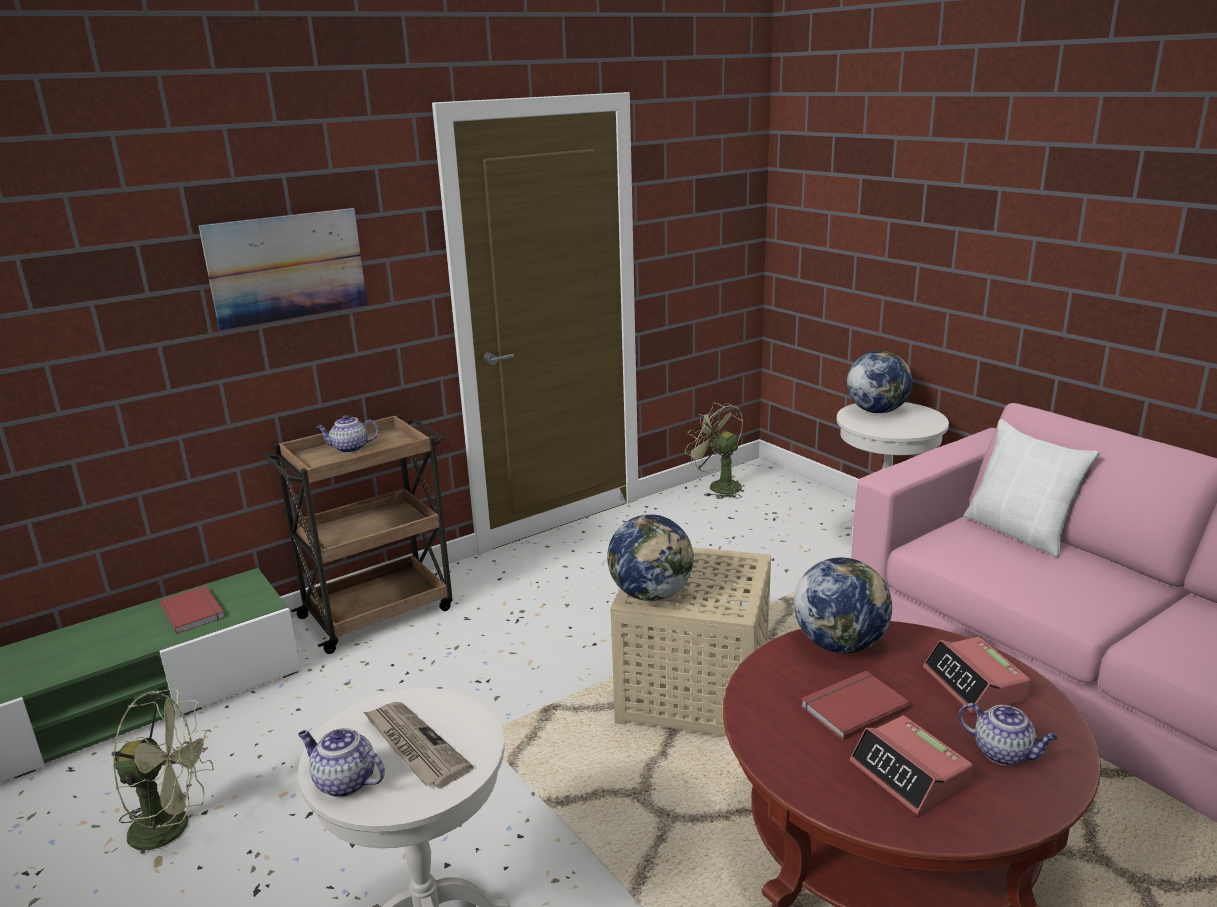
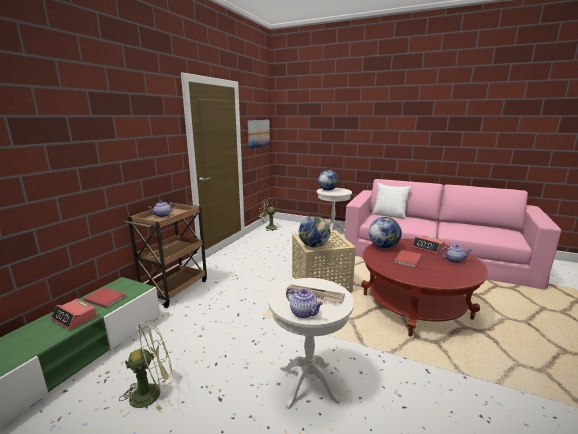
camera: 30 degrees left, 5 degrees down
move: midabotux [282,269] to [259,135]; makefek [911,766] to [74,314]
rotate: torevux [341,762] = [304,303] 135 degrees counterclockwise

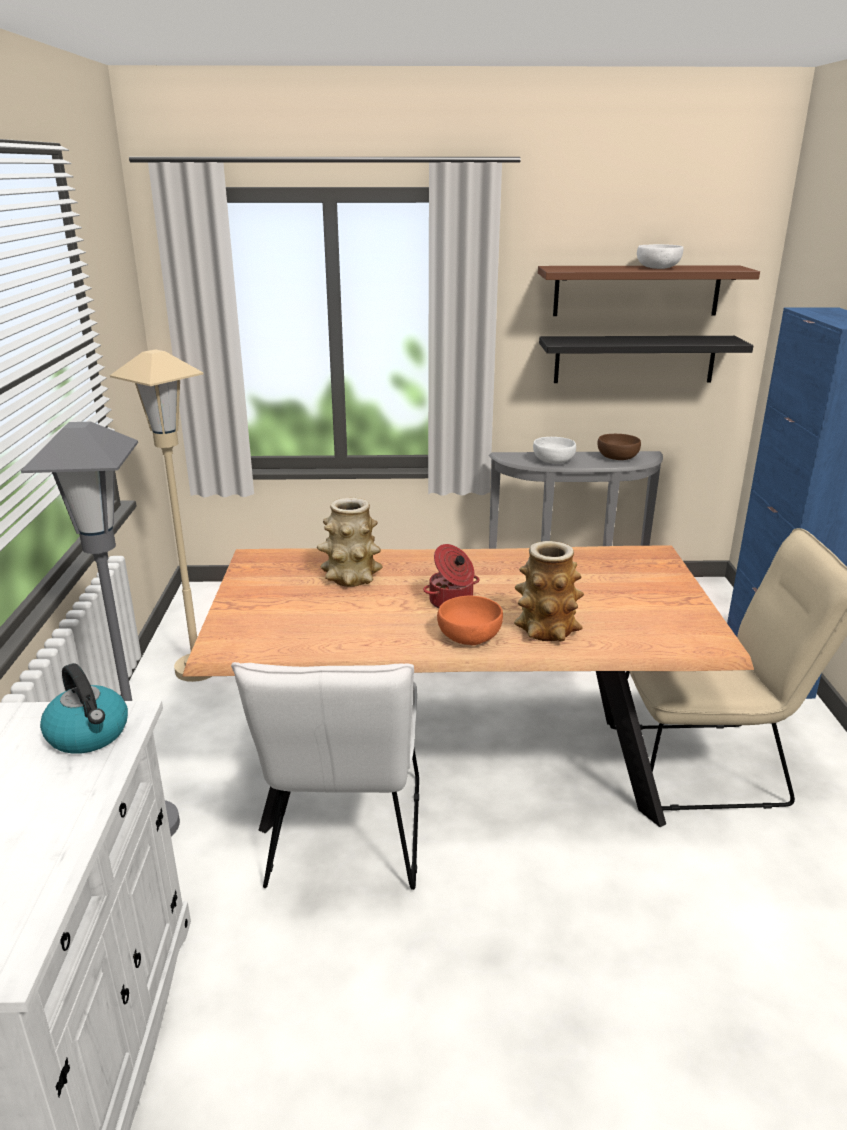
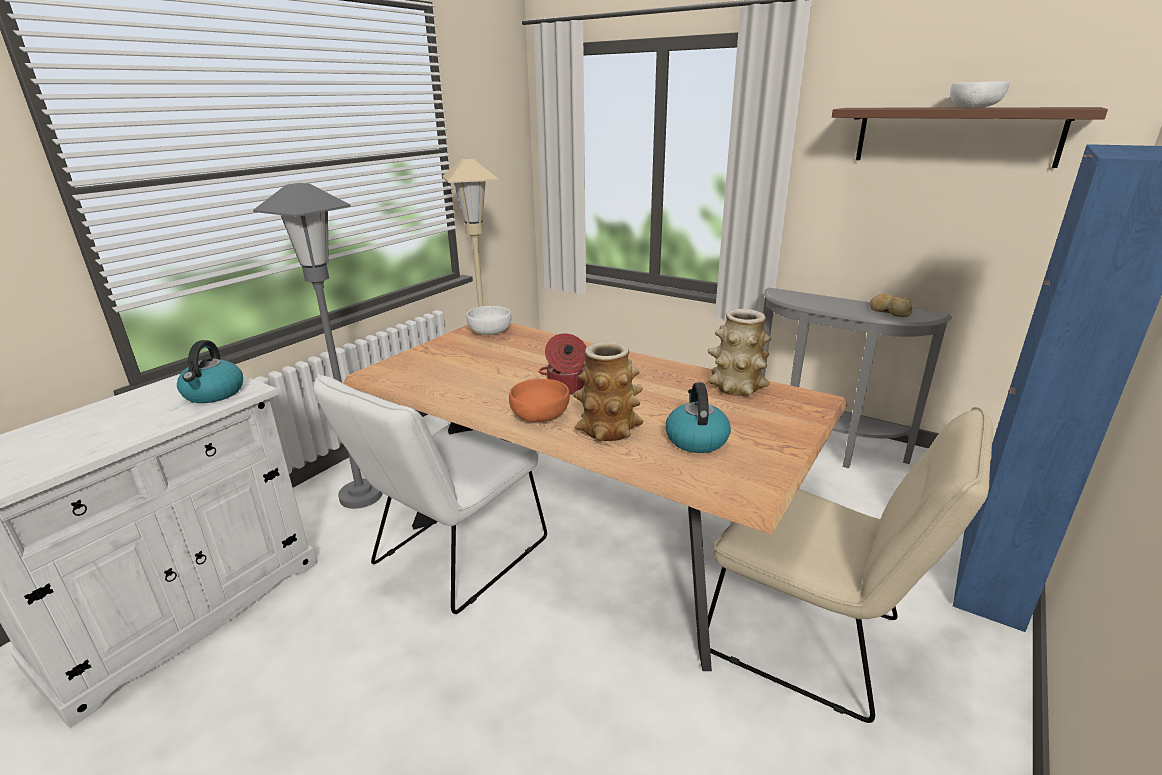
camera: 35 degrees right, 0 degrees up
delete: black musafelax [646,359]
insert: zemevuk [698,418]
move: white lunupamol [554,450] to [489,320]; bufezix [350,542] to [739,352]
replace: brown lunupamol [619,447] to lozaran [891,305]

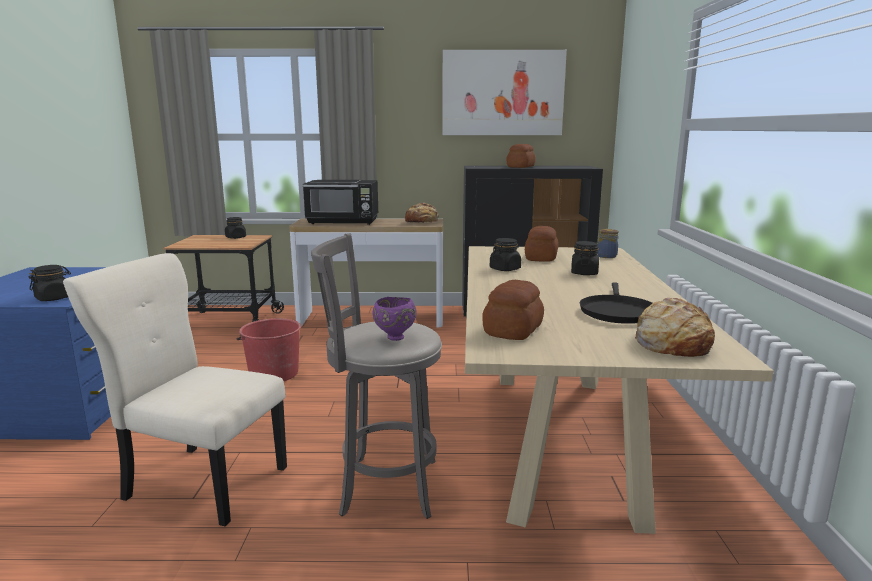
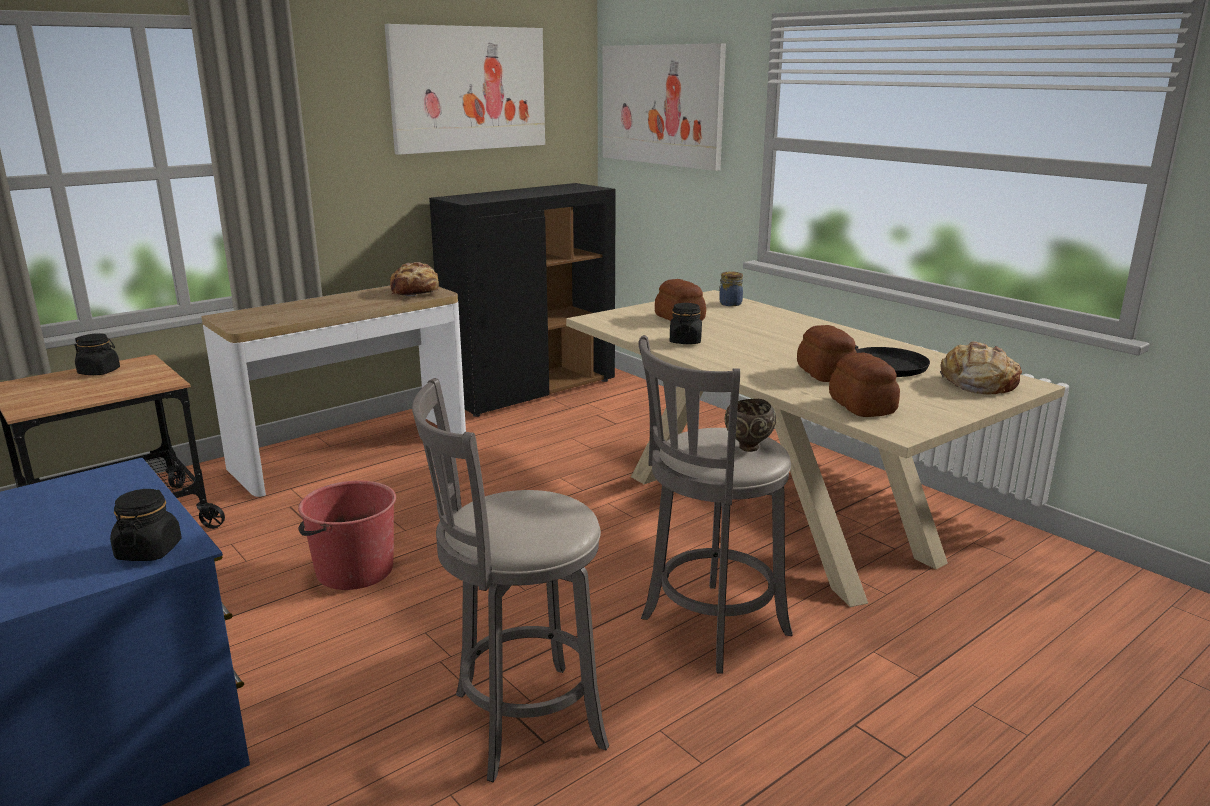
camera: 40 degrees left, 5 degrees up
delete: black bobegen [340,202]; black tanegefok [585,258]
insert: midabotux [664,107]
move: lozaran [521,156] to [827,353]
replace: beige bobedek [175,390] to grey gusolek [510,580]
recolor: purple lunupamol [394,319] to brown lunupamol [750,425]

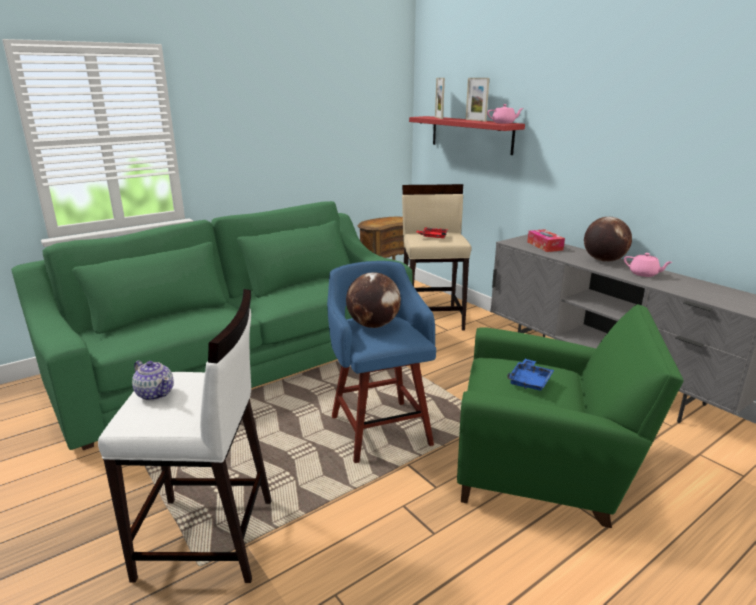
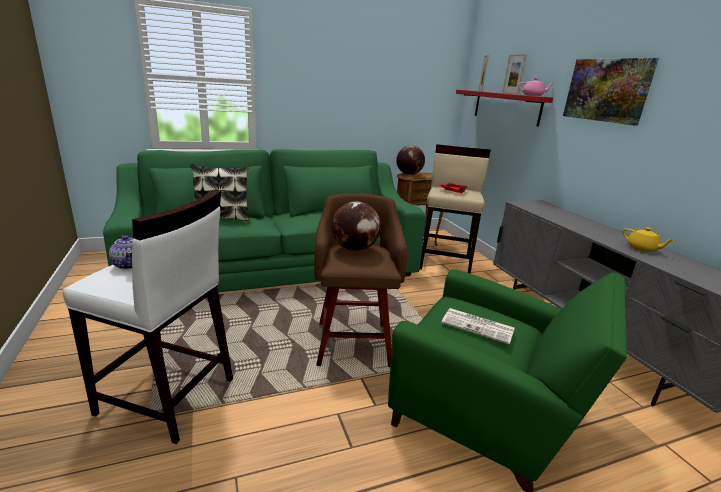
camera: 15 degrees right, 0 degrees up
delete: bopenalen [546,240]
insert: midabotux [611,92]; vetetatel [220,192]
move: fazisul [608,239] to [410,160]
replace: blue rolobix [530,374] to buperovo [478,326]
recolor: pink torevux [648,265] to yellow torevux [649,239]; blue gusolek [381,362] to brown gusolek [360,280]

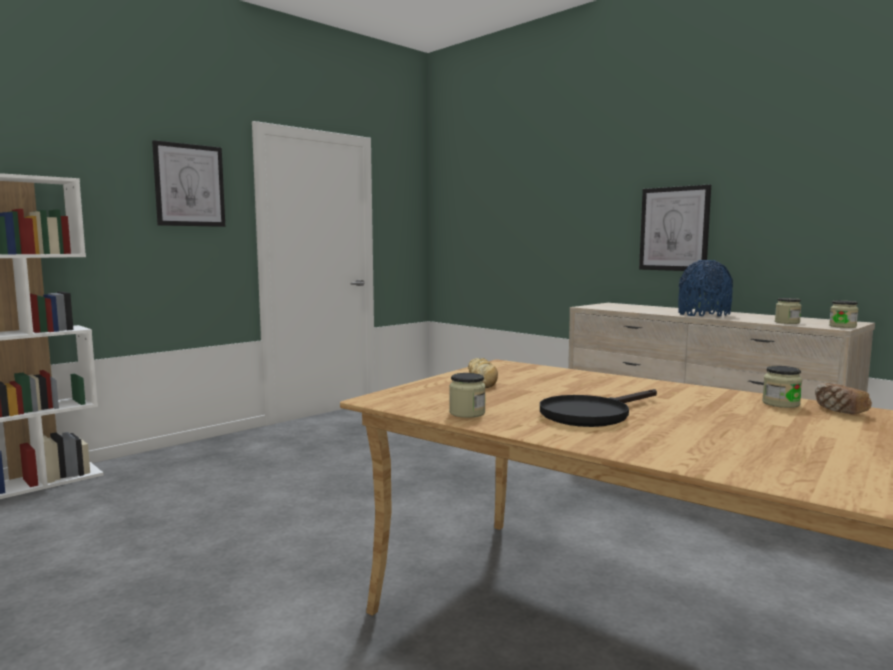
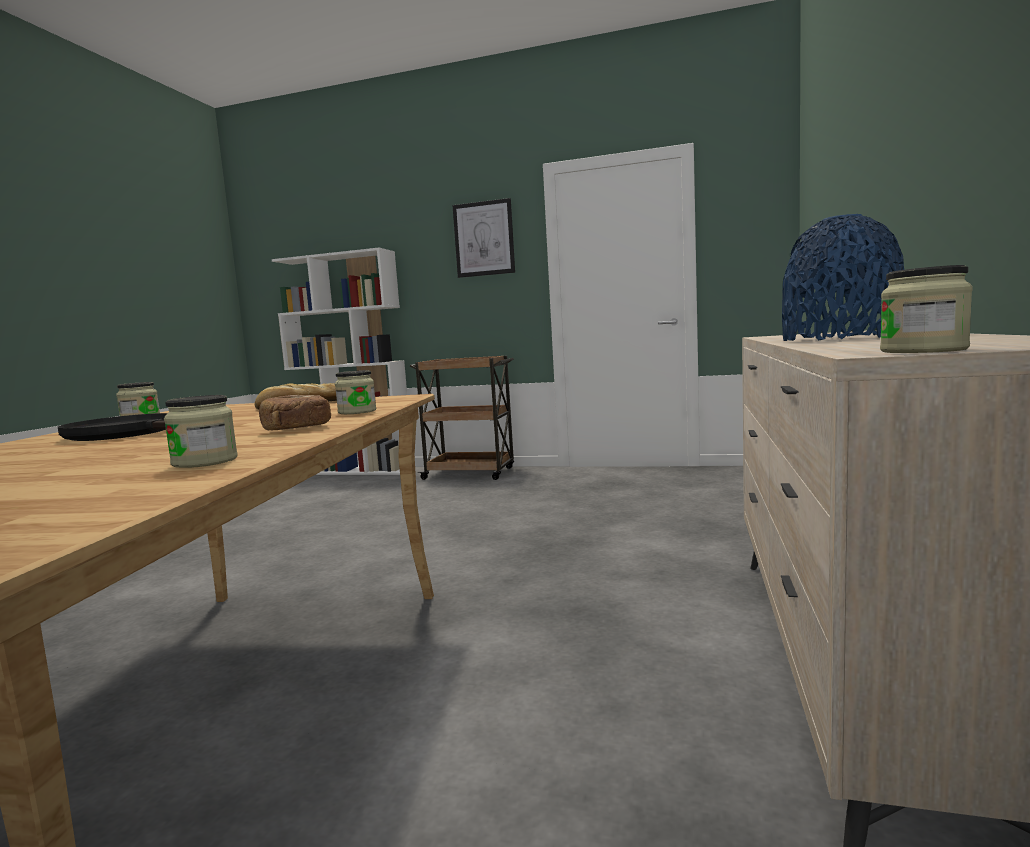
camera: 60 degrees right, 0 degrees up
delete: midabotux [675,227]
insert: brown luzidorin [462,418]
move: tanegefok [788,311] to [355,392]; lozaran [843,399] to [295,413]

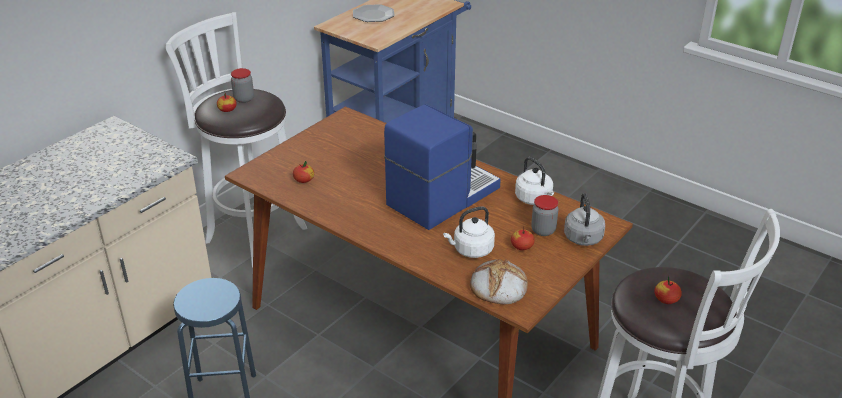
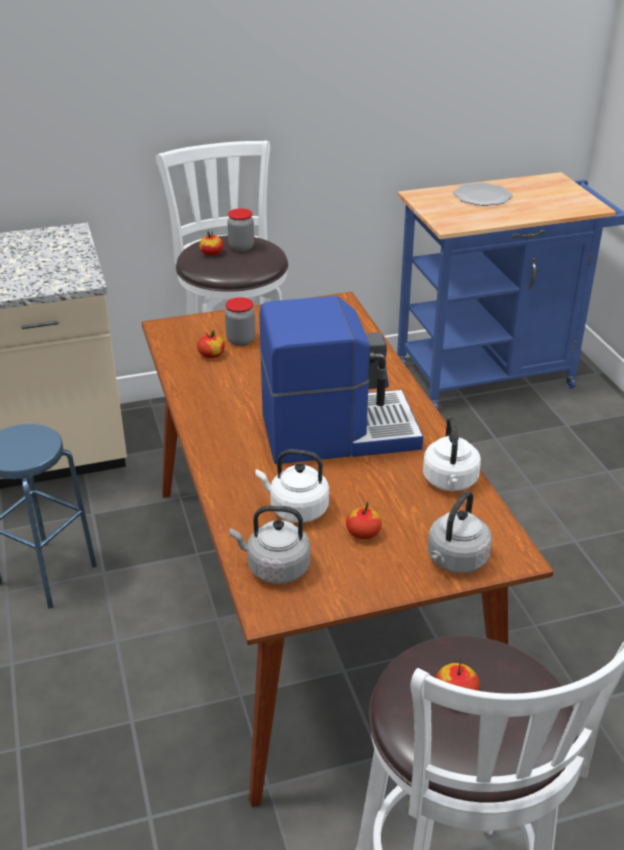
camera: 35 degrees right, 0 degrees up
move: tanegefok [545,215] to [240,321]
replace: lozaran [499,282] to grey zemevuk [270,545]

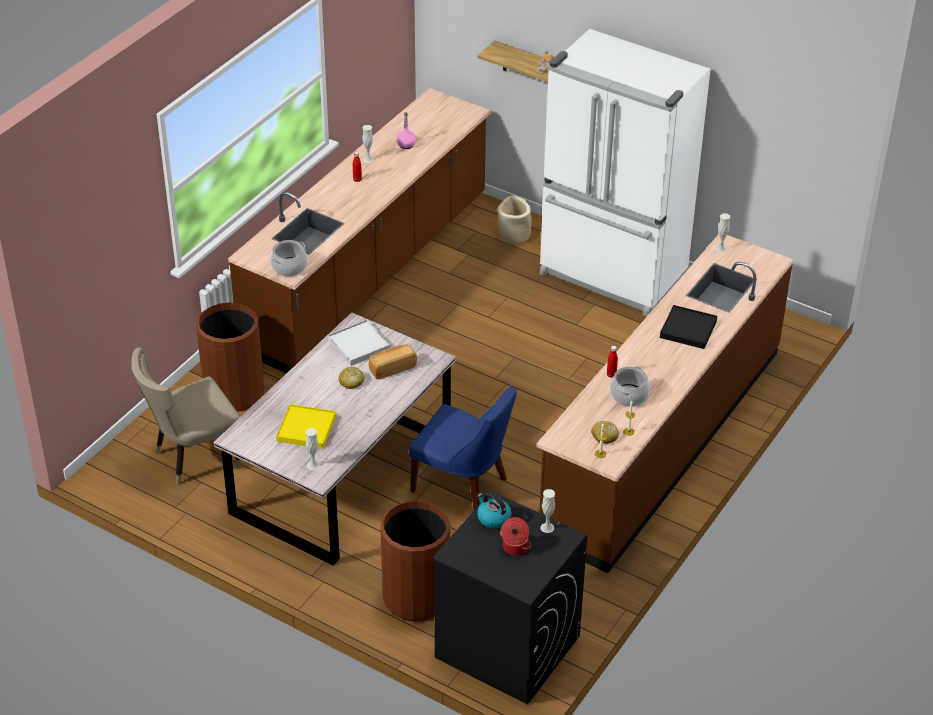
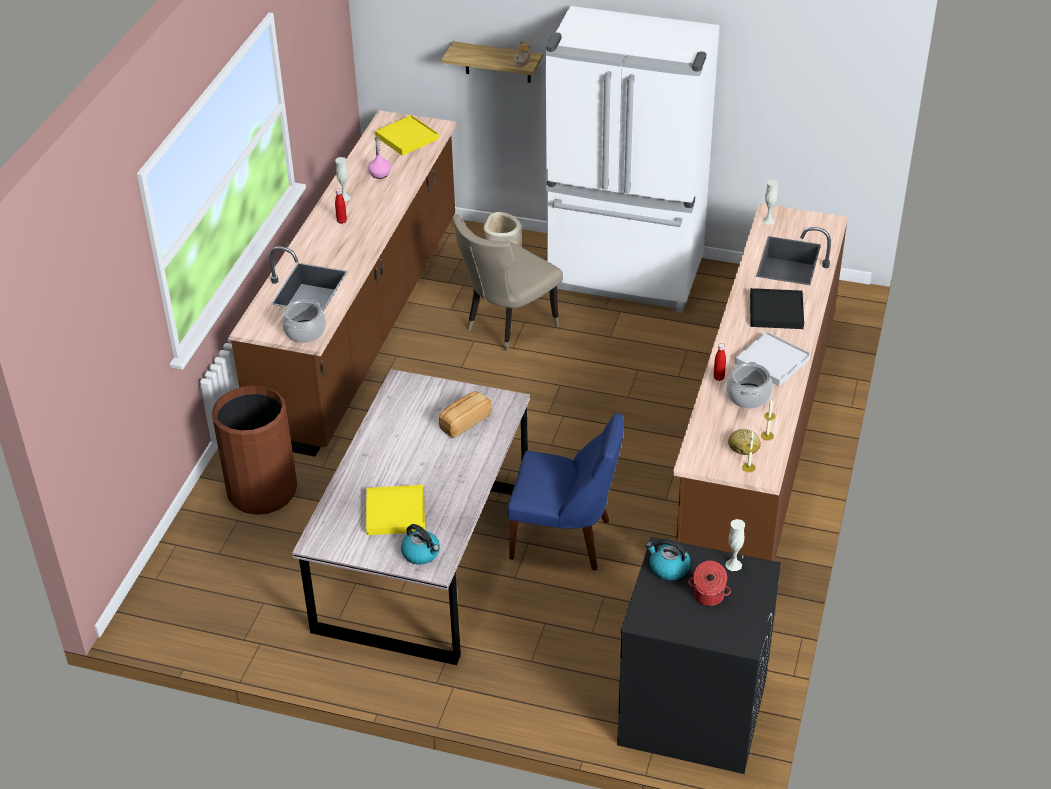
camera: 15 degrees left, 0 degrees up
delete: lozaran [351,378]; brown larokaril [415,561]
insert: yellow rolobix [407,135]
move: white rolobix [359,343] to [773,358]; beige bobedek [186,416] to [508,283]
replace: white bufezix [312,449] to zemevuk [420,544]

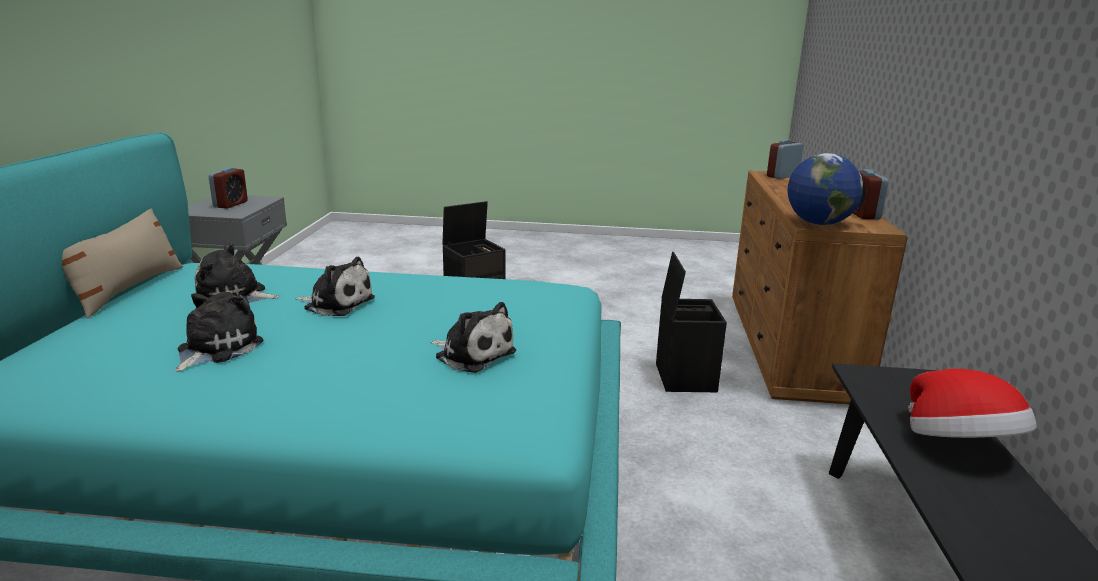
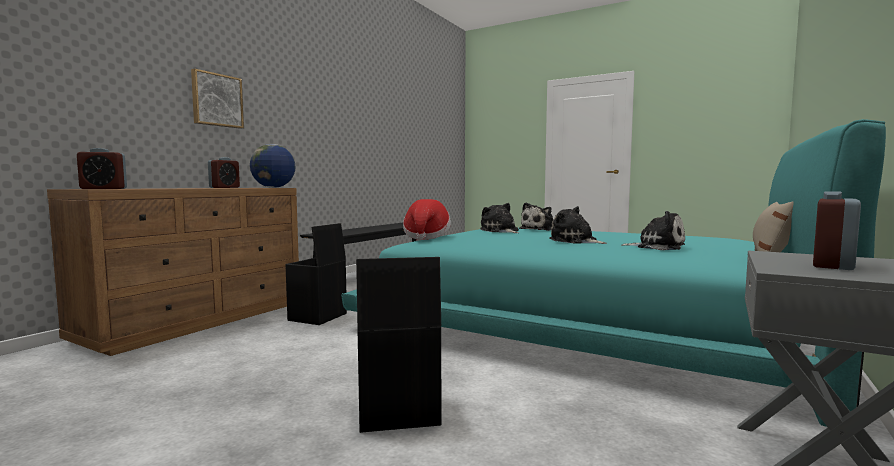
camera: 155 degrees left, 15 degrees down
insert: midabotux [217,99]
move: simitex [219,332] to [536,217]; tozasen [972,403] to [427,219]

